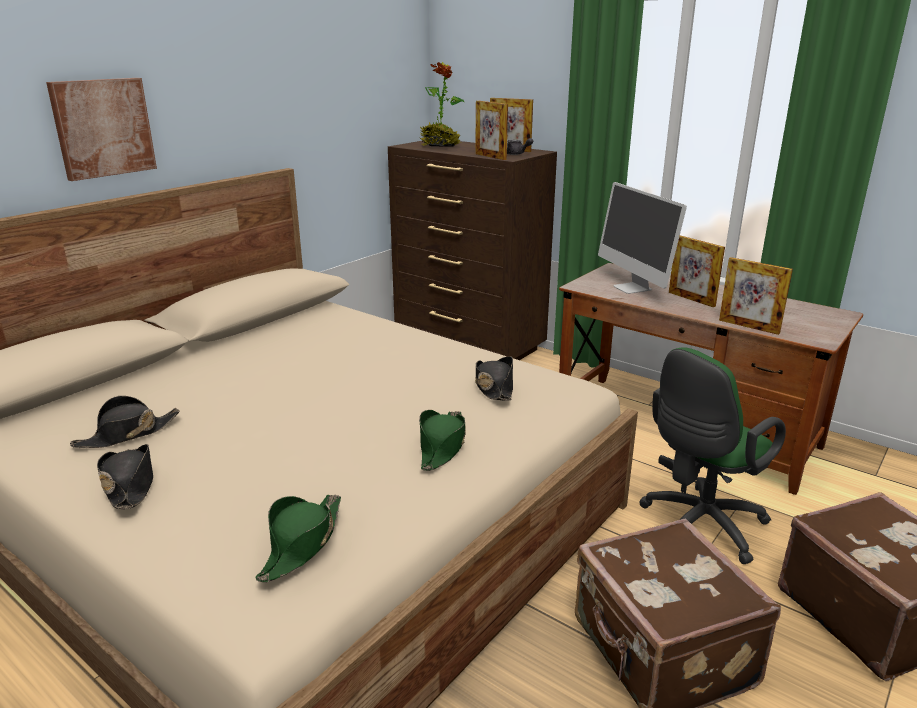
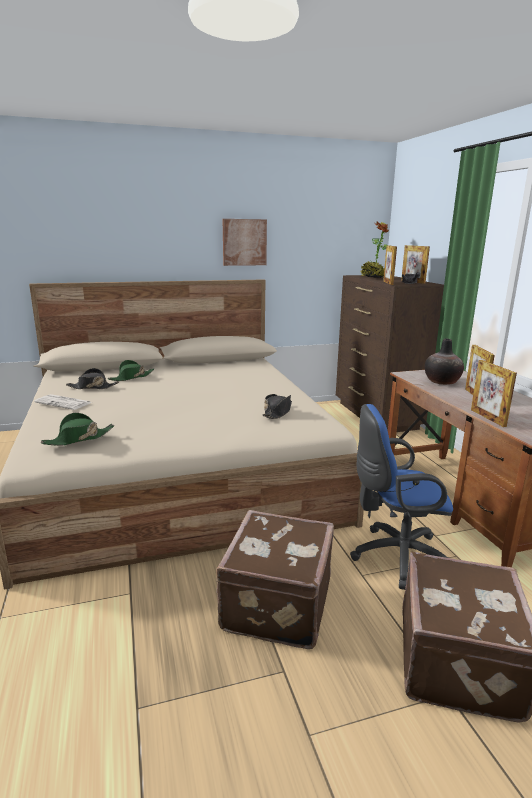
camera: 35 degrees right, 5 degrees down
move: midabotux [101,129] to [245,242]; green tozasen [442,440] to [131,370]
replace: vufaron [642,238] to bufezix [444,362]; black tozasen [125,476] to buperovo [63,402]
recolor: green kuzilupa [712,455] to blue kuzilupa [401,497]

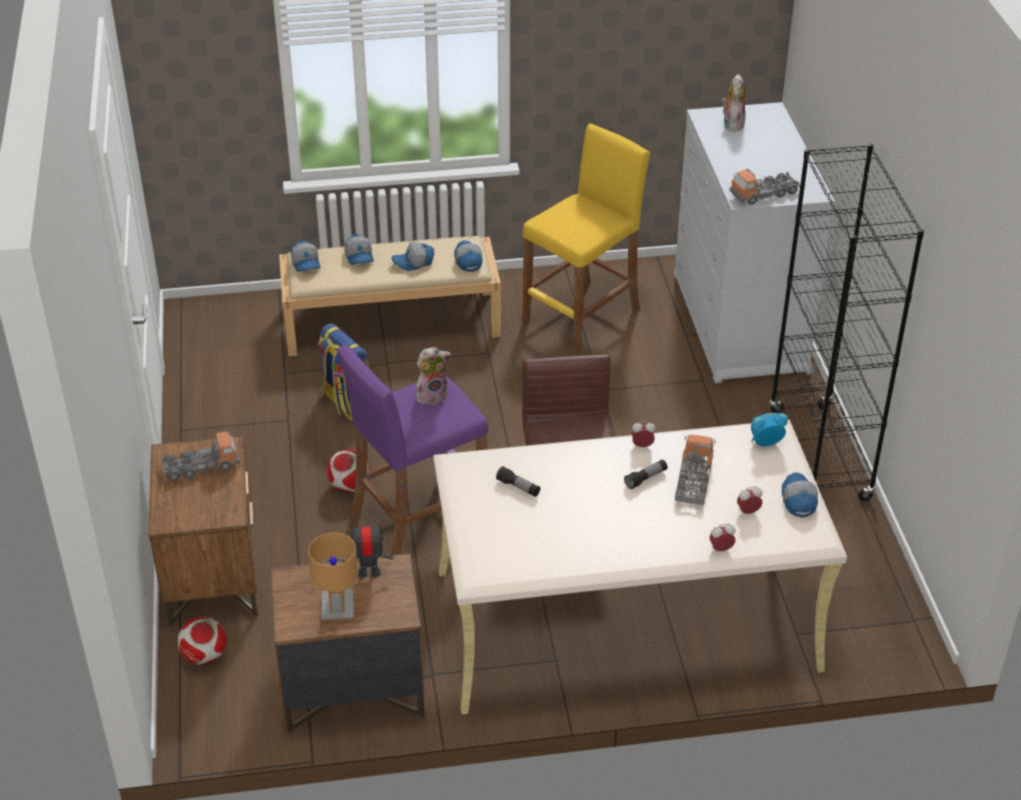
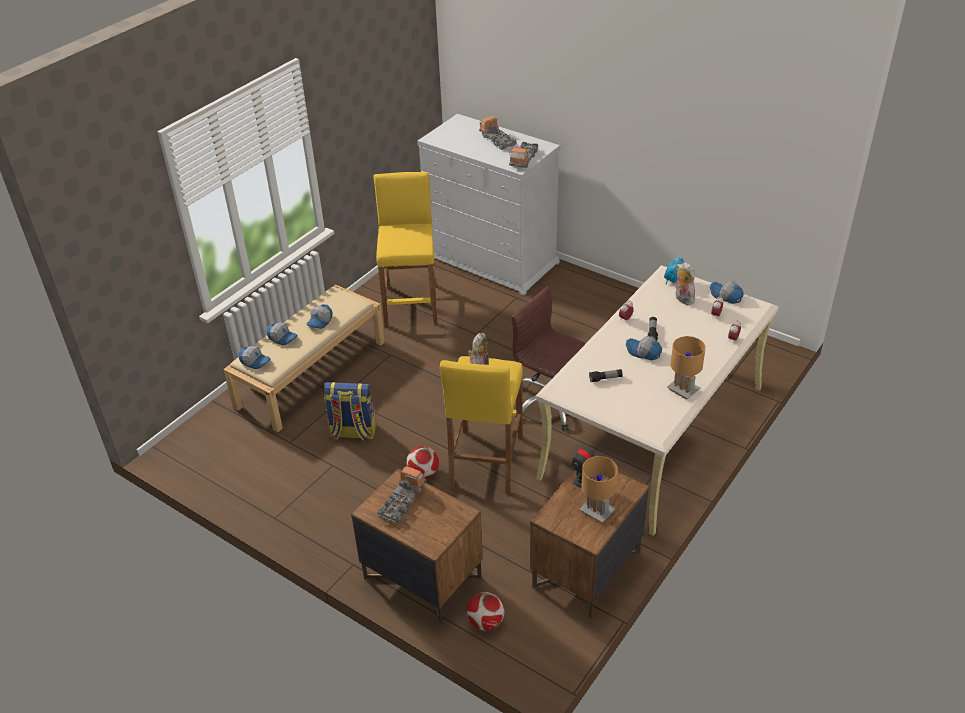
camera: 45 degrees left, 0 degrees up
delete: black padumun [846,322]
insert: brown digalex [686,368]
move: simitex [734,103] to [685,283]; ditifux [468,256] to [644,348]; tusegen [695,470] to [498,133]
recolor: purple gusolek [413,450] to yellow gusolek [481,425]

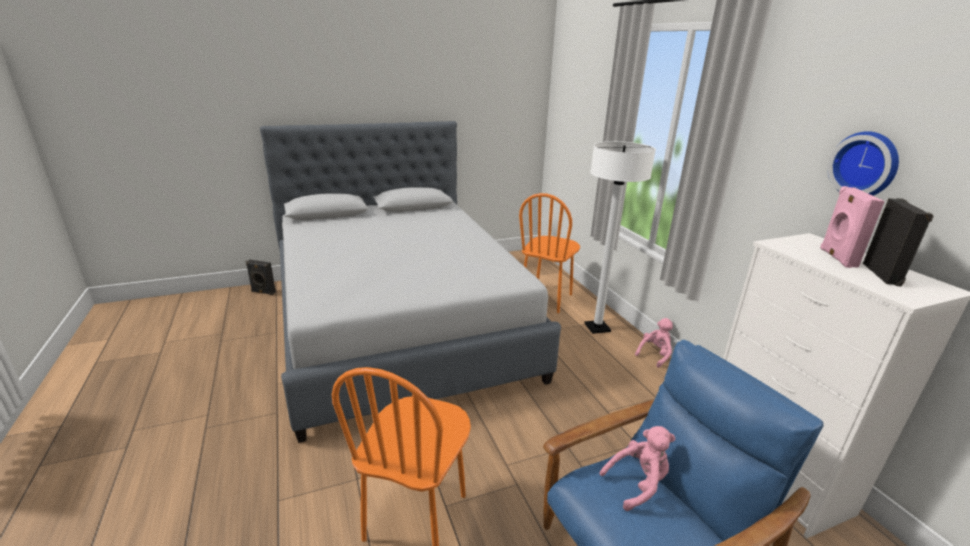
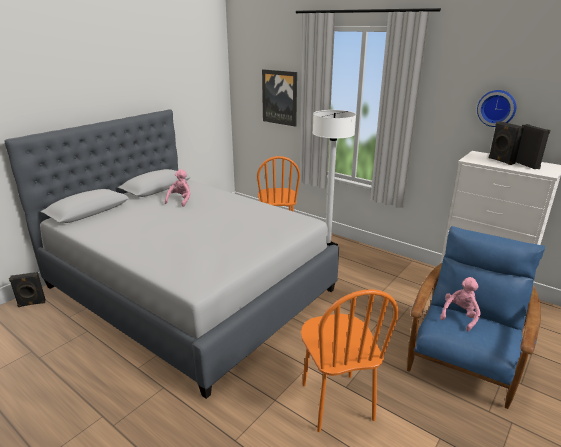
camera: 30 degrees left, 0 degrees up
insert: midabotux [279,98]
move: pink simitex [654,343] to [177,188]
recolor: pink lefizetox [852,227] to black lefizetox [506,143]

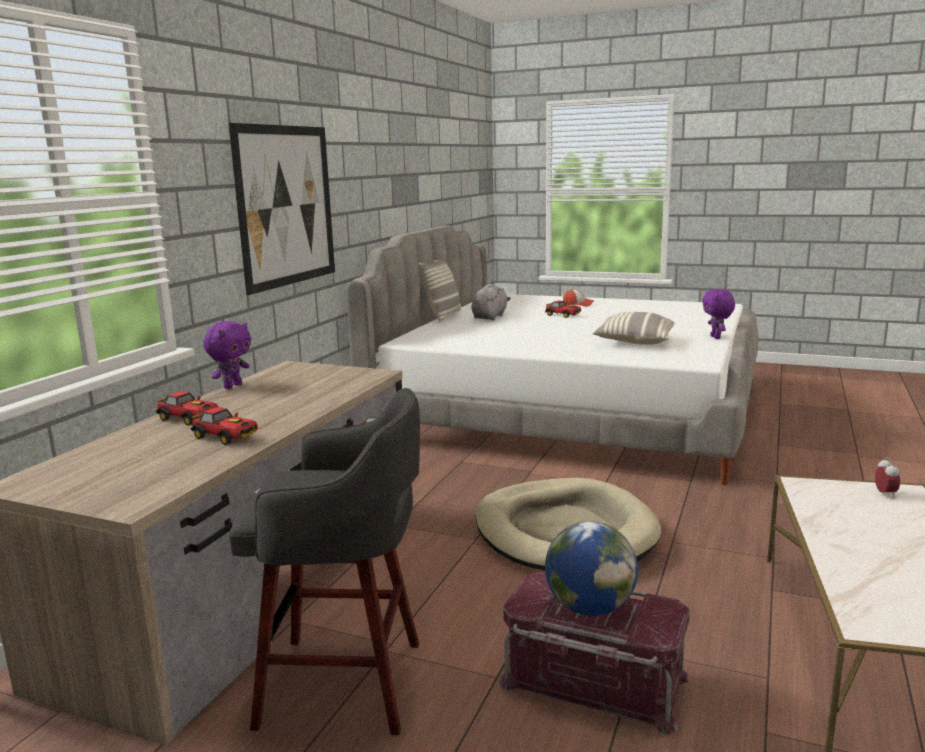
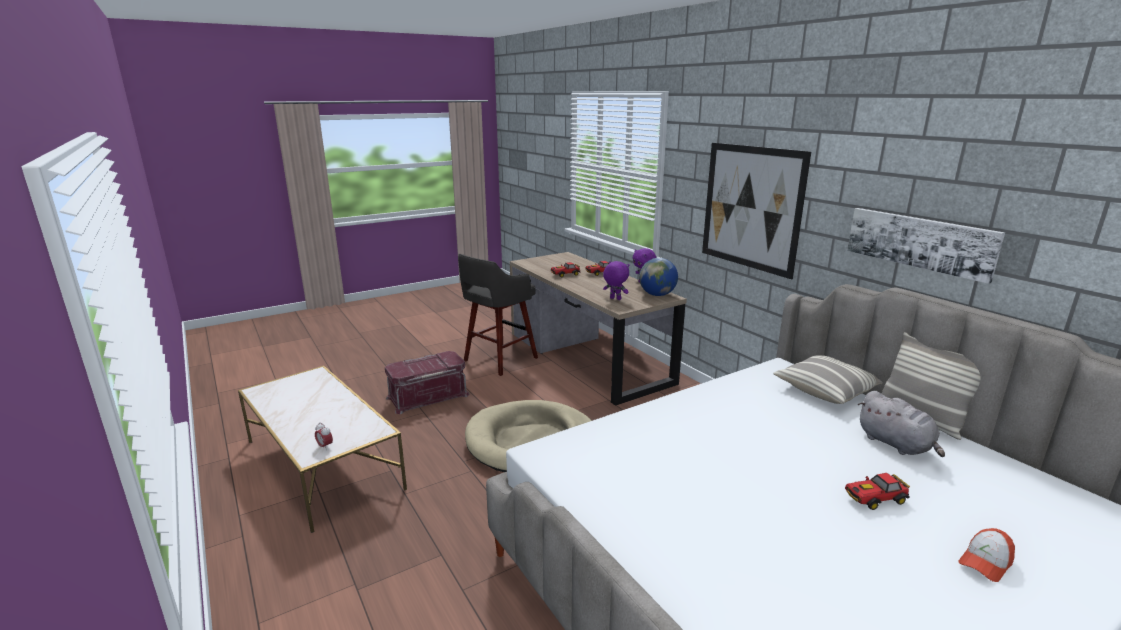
camera: 125 degrees right, 5 degrees up
insert: midabotux [926,246]
move: purple simitex [718,314] to [616,280]; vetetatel [633,328] to [828,379]; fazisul [591,568] to [658,277]

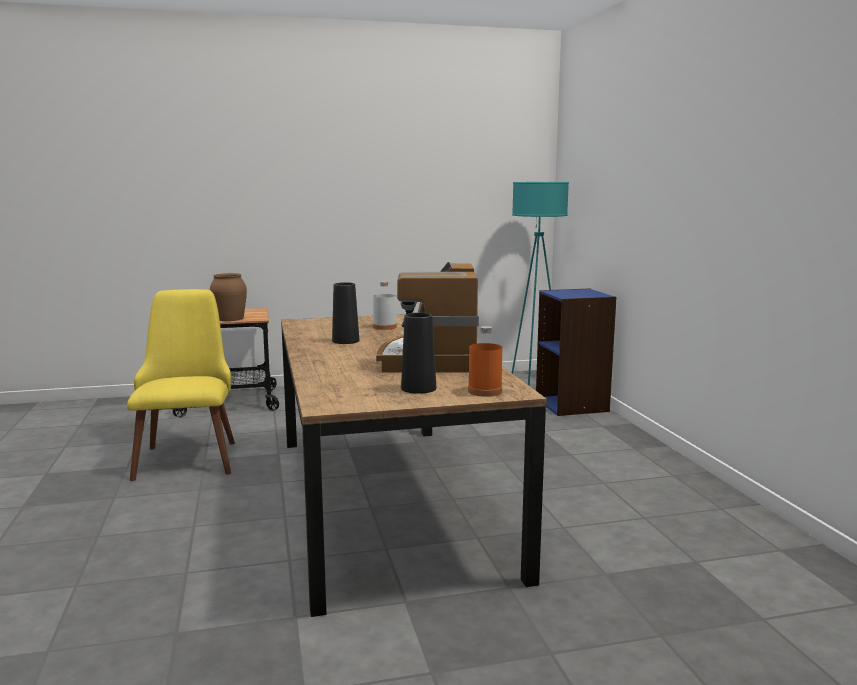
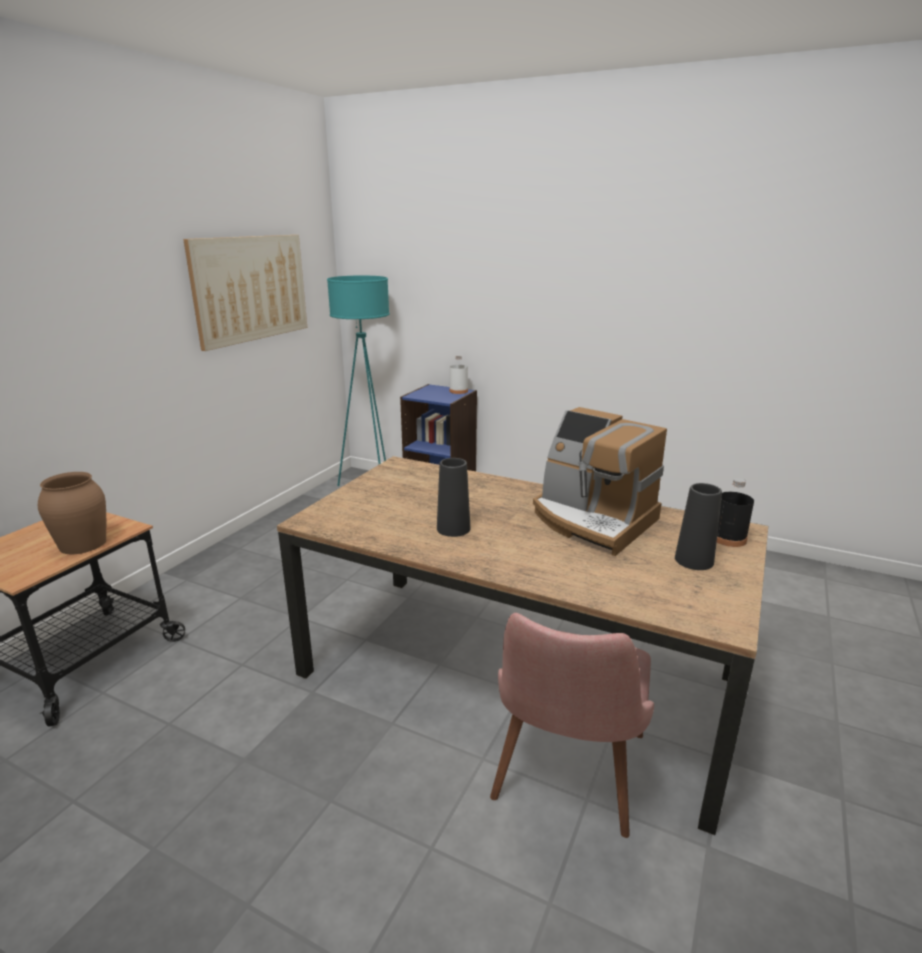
camera: 50 degrees left, 10 degrees up
delete: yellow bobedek [181,385]
insert: midabotux [245,293]; pink bobedek [572,725]
move: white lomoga [385,306] to [459,374]
recolor: orange lomoga [485,361] to black lomoga [735,512]

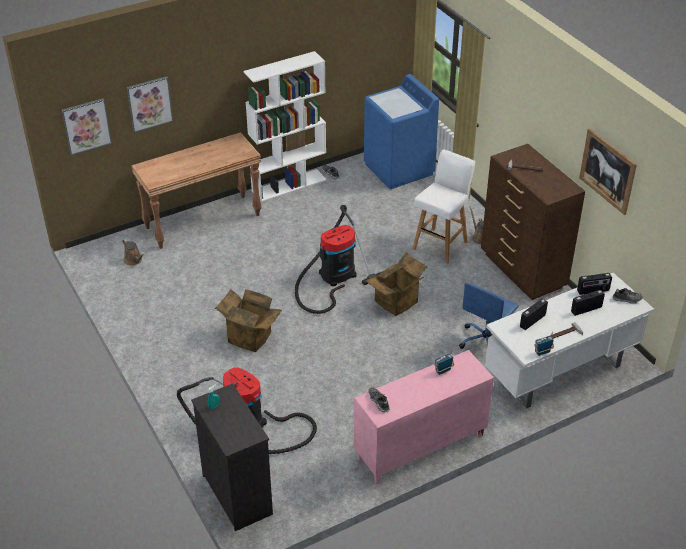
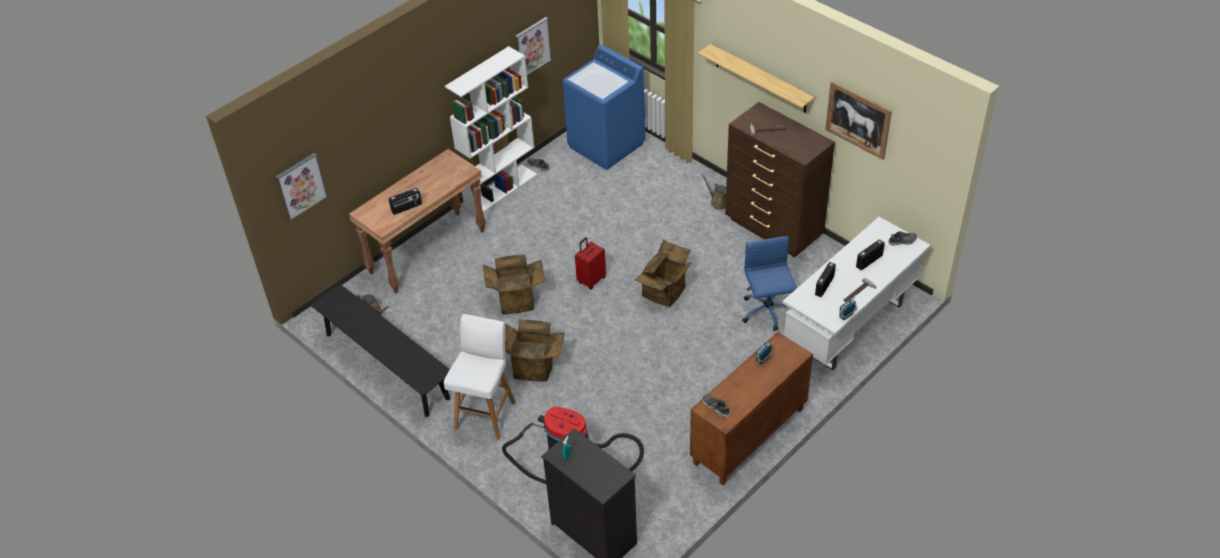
camera: 15 degrees left, 5 degrees up
insert: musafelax [756,78]; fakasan [514,284]; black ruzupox [380,350]
move: midabotux [150,104] to [533,46]; white gusolek [443,206] to [480,377]; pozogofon [594,284] to [405,201]
replace: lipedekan [339,259] to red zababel [590,263]
recolor: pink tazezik [424,417] to brown tazezik [751,408]
rotate: blue kuzilupa [489,316] = [769,283] 150 degrees clockwise

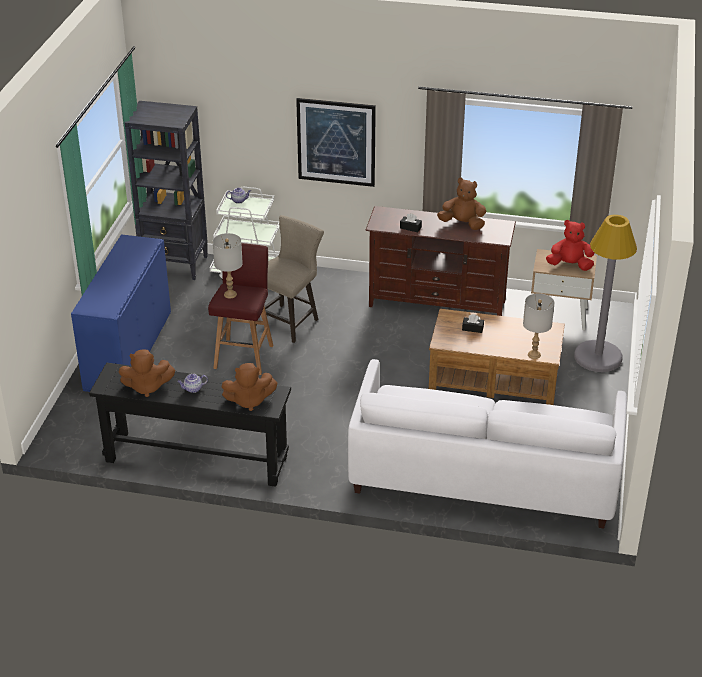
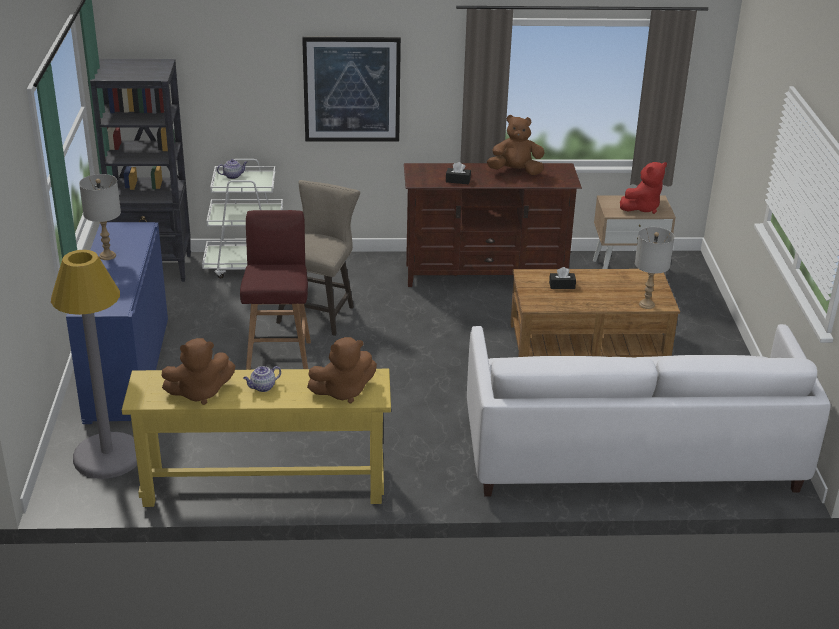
camera: 15 degrees left, 5 degrees down
move: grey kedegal [605,293] to [94,364]; grey digalex [228,265] to [100,217]
recolor: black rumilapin [190,425] to yellow rumilapin [256,438]
rotate: red simitex [570,245] = [643,188] 150 degrees clockwise

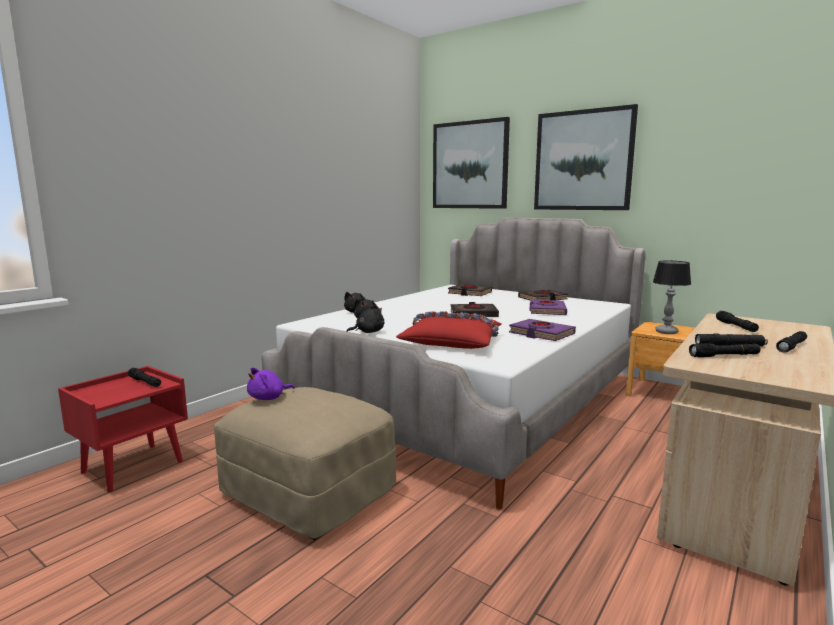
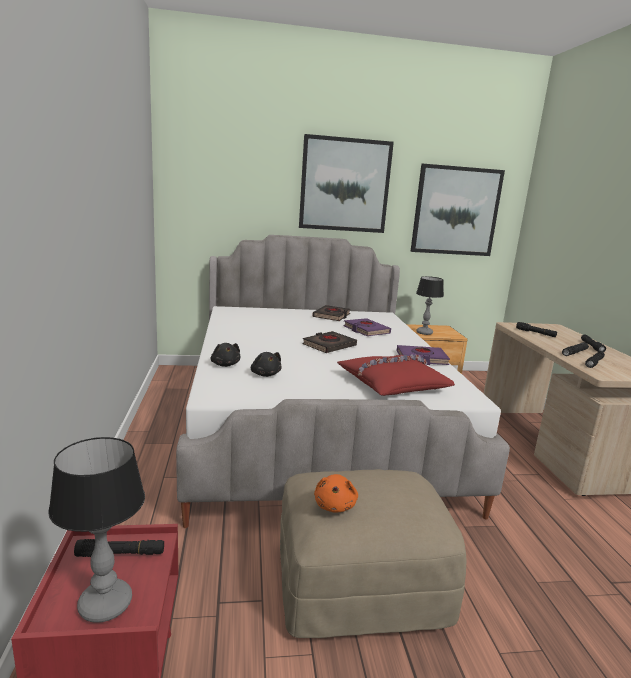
camera: 45 degrees left, 5 degrees up
delete: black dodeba [470,290]; black simitex [365,319]
insert: digalex [96,530]
move: midabotux [471,163] to [458,210]
recolor: purple simitex [271,383] to orange simitex [336,493]

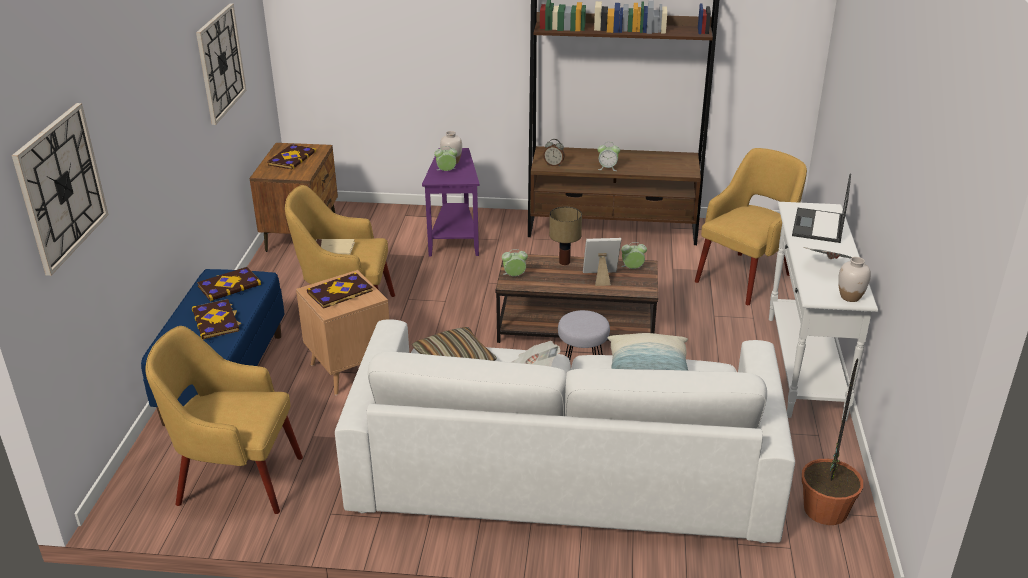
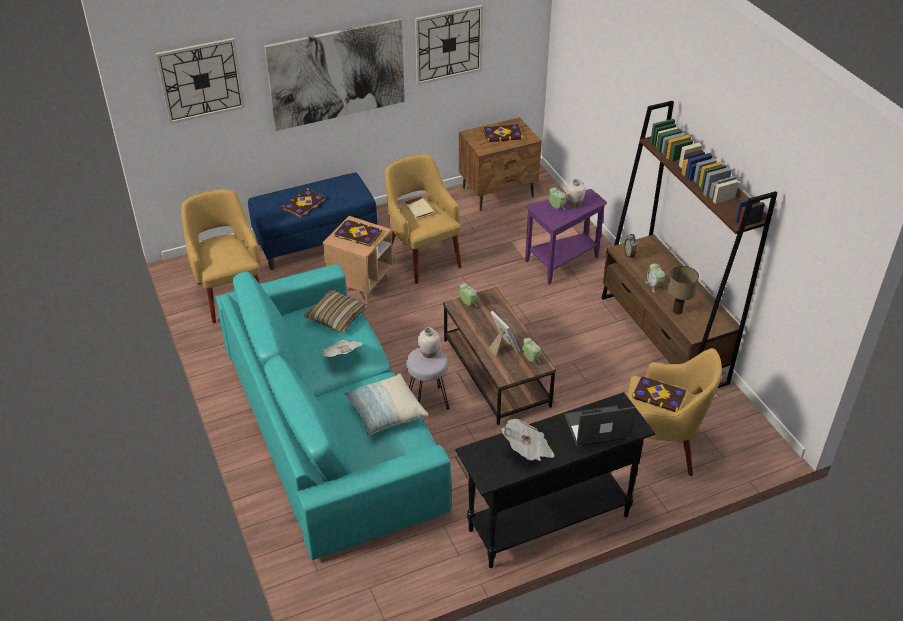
camera: 60 degrees right, 10 degrees up
delete: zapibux [832,442]
insert: midabotux [334,74]
move: digalex [565,236] to [683,290]; white bufezix [854,279] to [429,342]; dodeba [229,284] to [659,394]
recolor: white rumilapin [823,311] to black rumilapin [555,480]; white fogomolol [565,431] to turquoise fogomolol [333,412]

